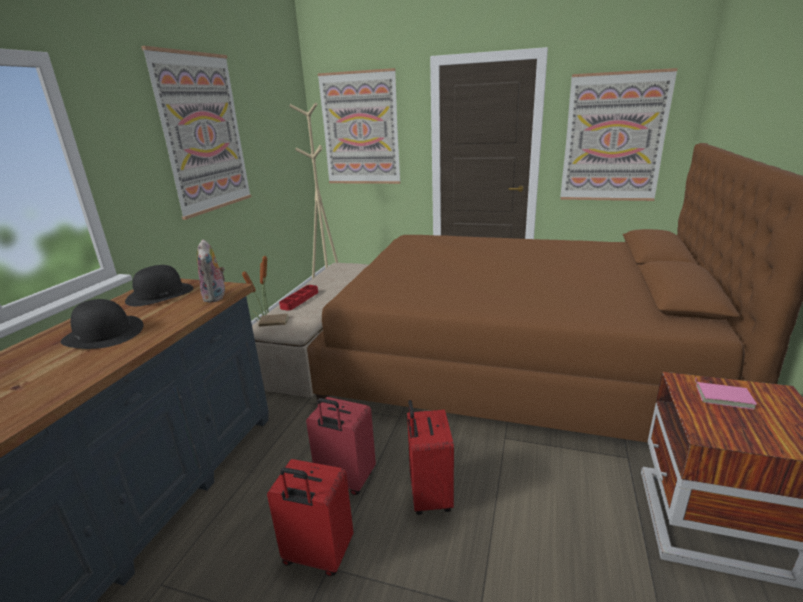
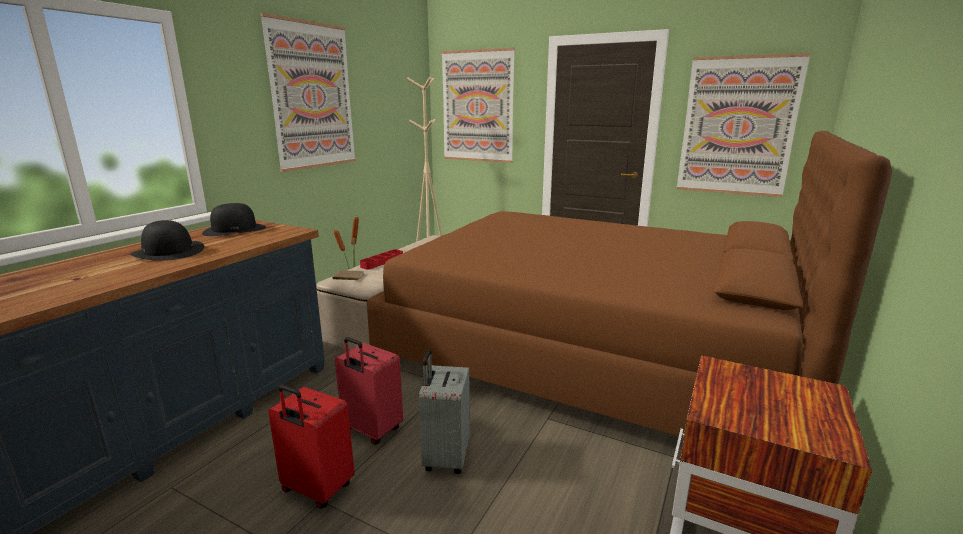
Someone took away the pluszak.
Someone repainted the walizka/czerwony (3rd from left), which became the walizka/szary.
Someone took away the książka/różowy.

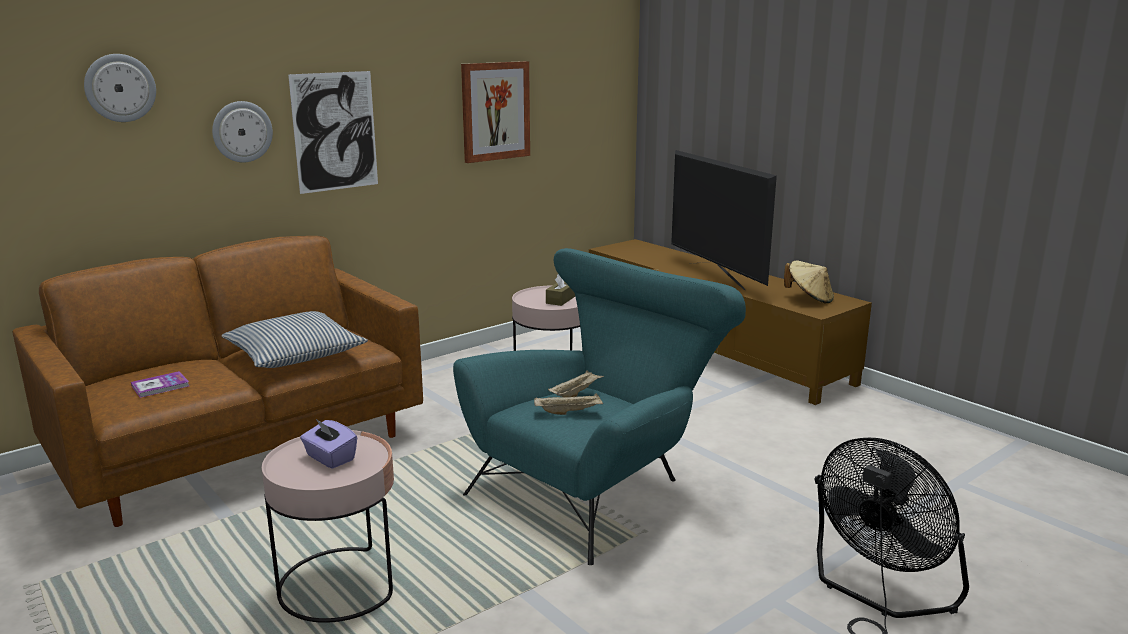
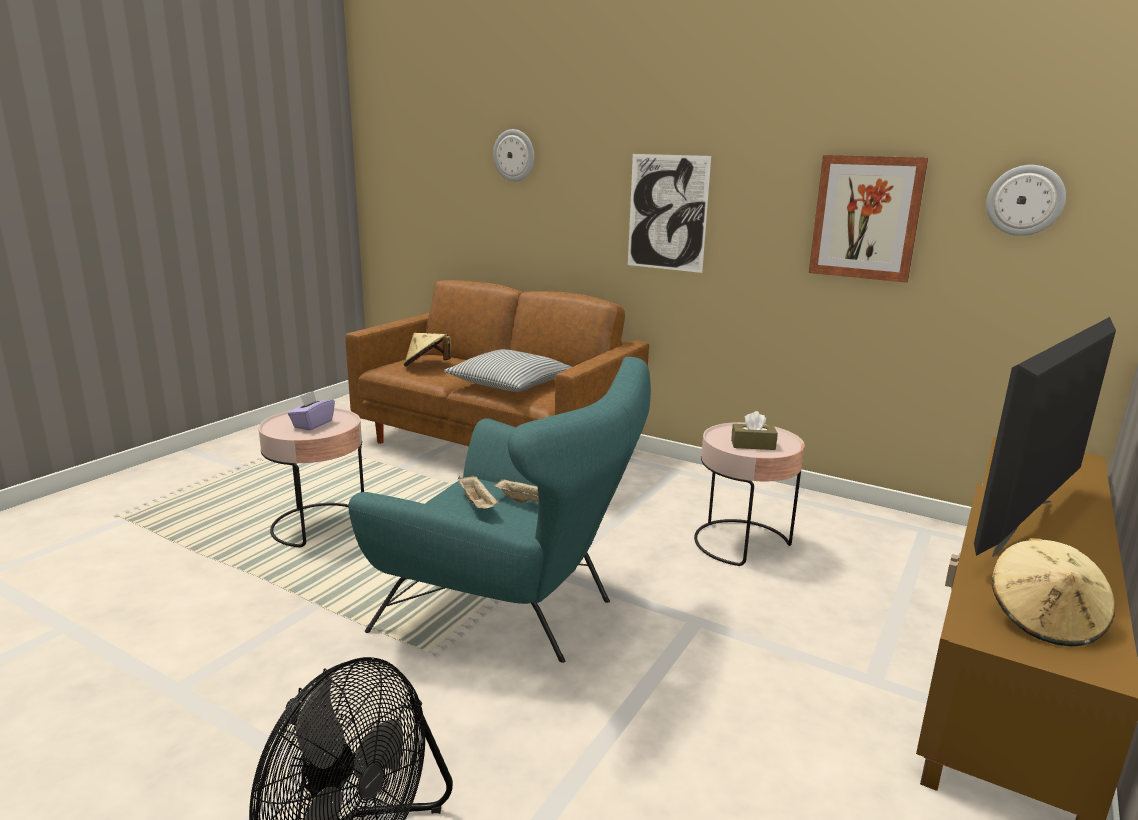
Someone swapped the książka for the kapelusz/beżowy (1st from left).
Someone carried the zegar ścienny (2nd from left).

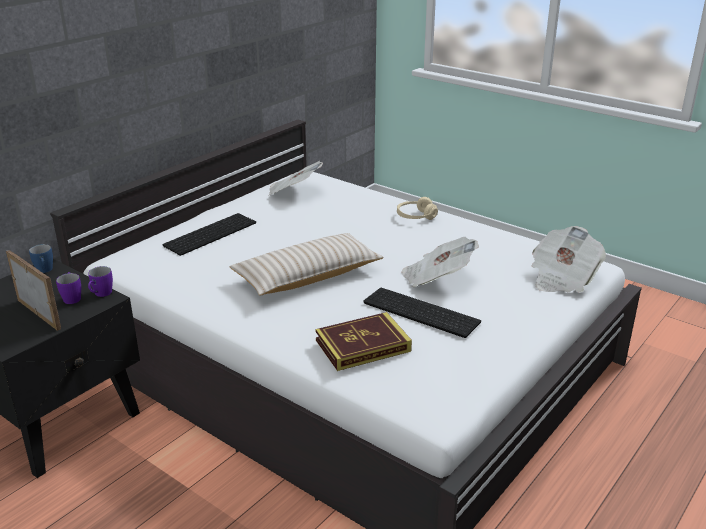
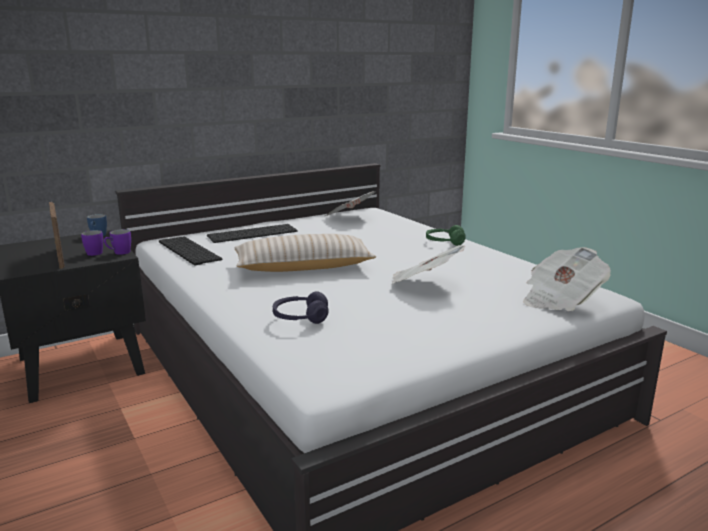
Someone swapped the książka for the słuchawki/fioletowy.
Someone carried the klawiatura (2nd from left in the first image).
Someone repainted the słuchawki/beżowy, which became the słuchawki/zielony.

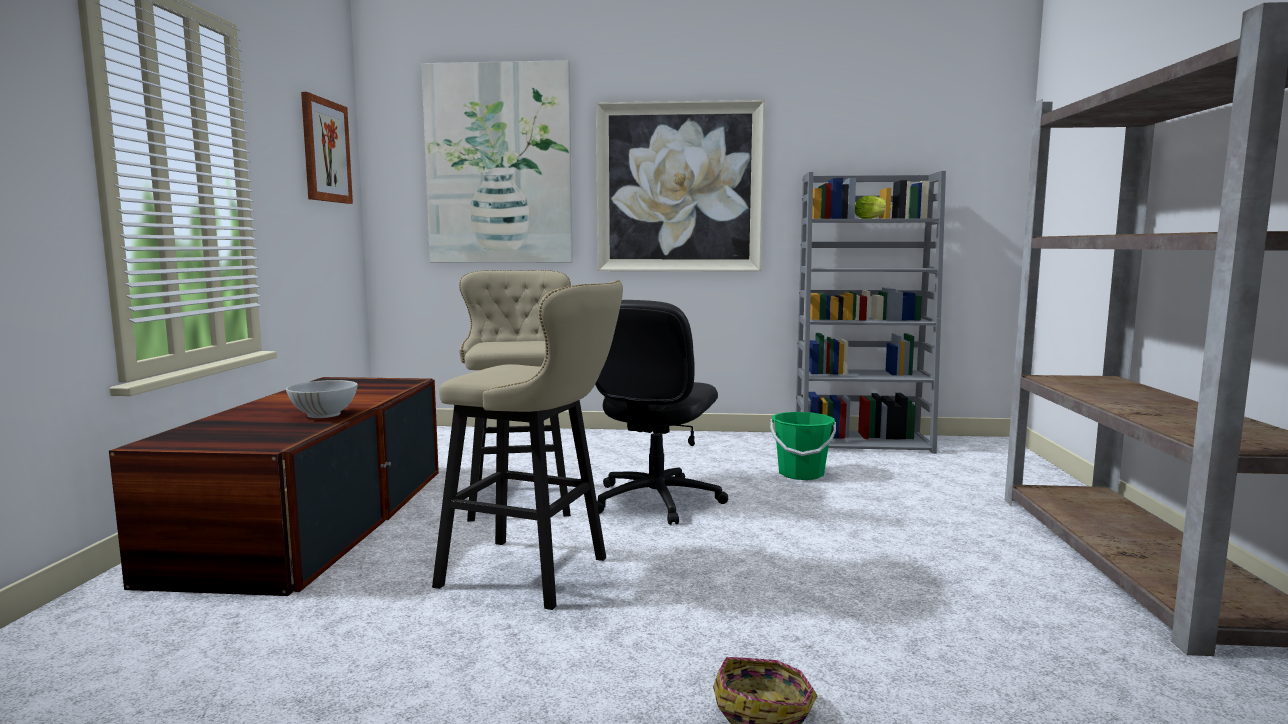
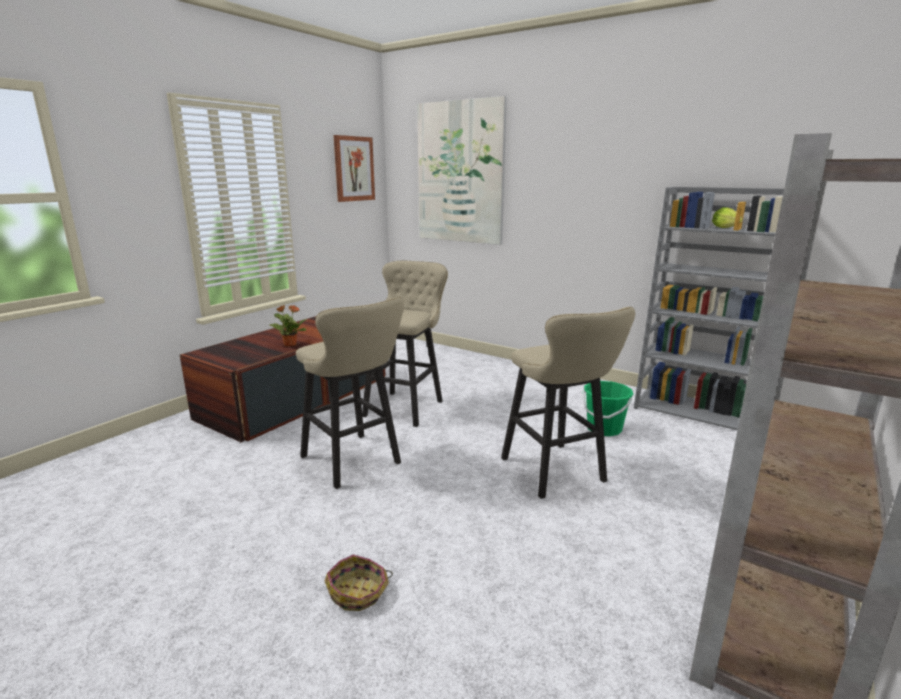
Someone swapped the miska/biały for the roślina doniczkowa.
Someone took away the krzesło biurowe/czarny.
Someone took away the obraz (3rd from left).
Someone put down the stołek/beżowy (3rd from left).

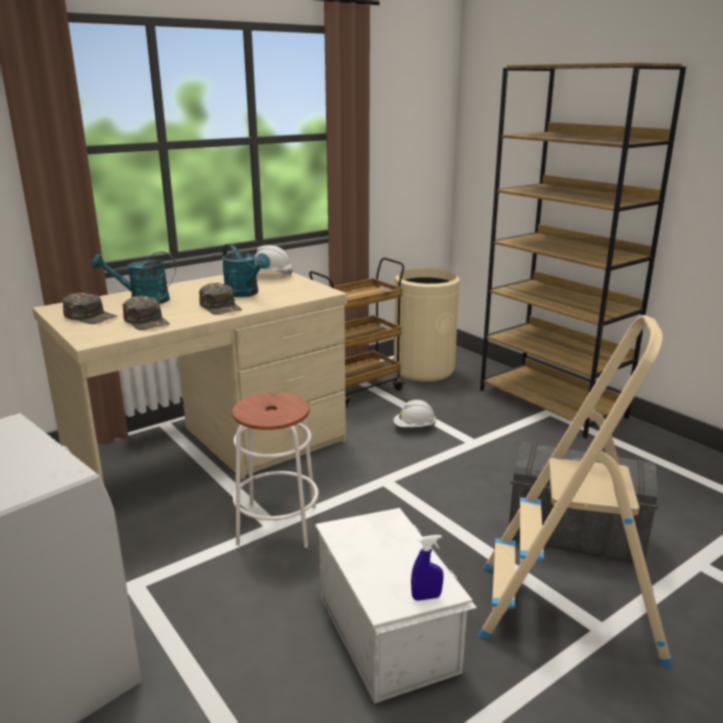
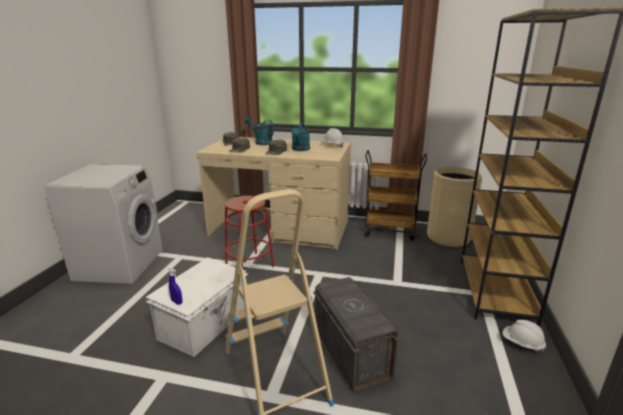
Someone repainted the stołek/biały, which became the stołek/czerwony.
Someone carried the kask/biały (2nd from left).

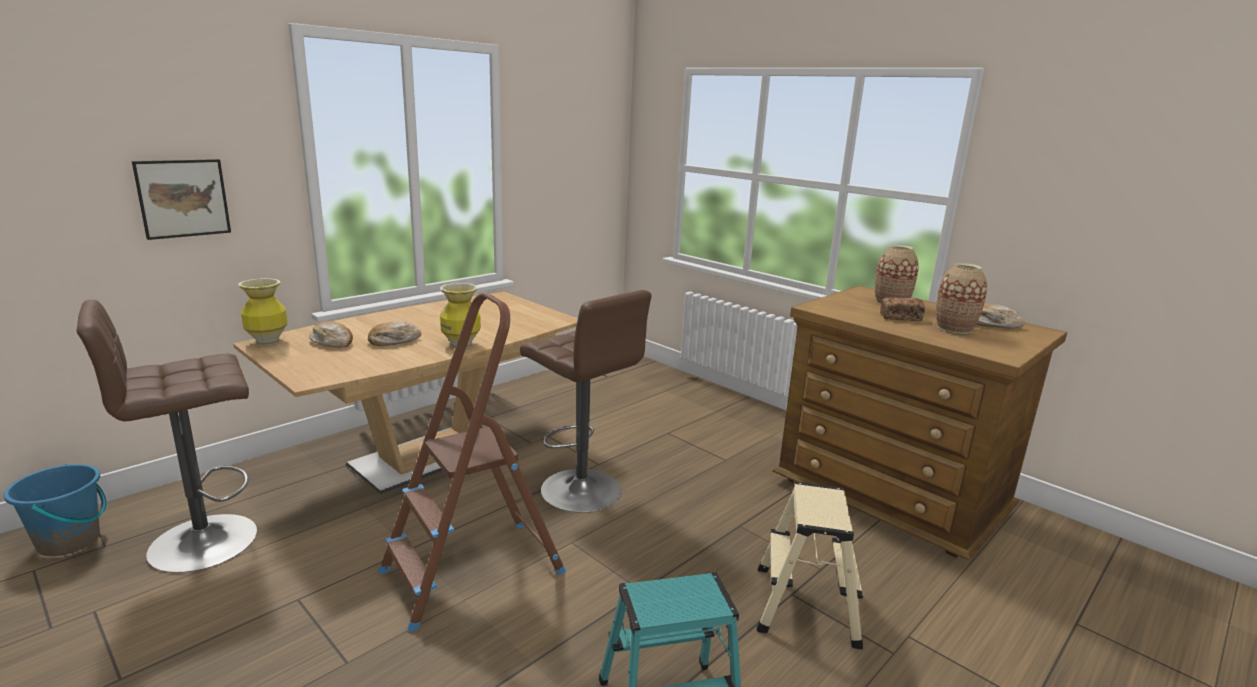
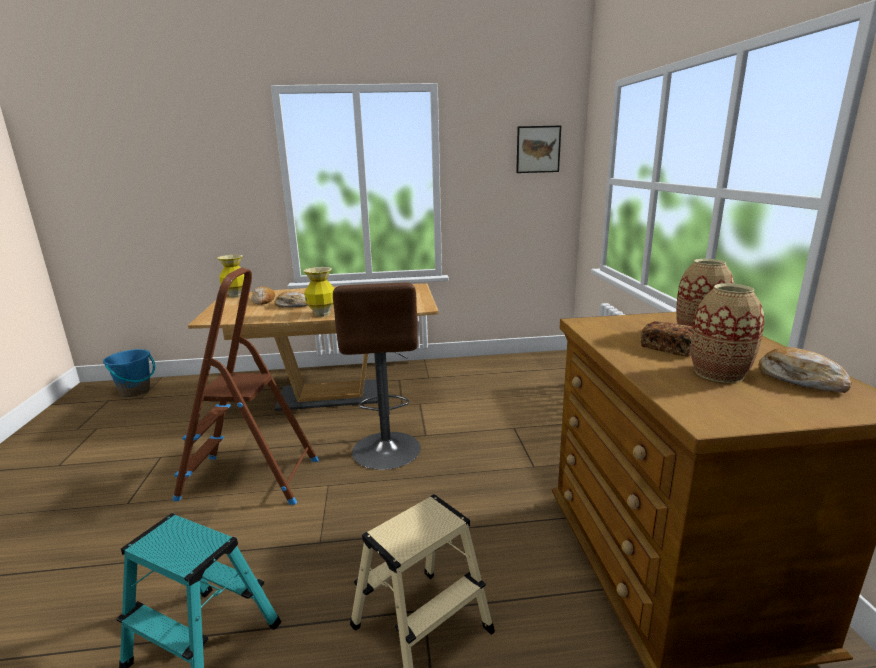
Someone took away the stołek/brązowy (1st from left).
Someone carried the obraz.

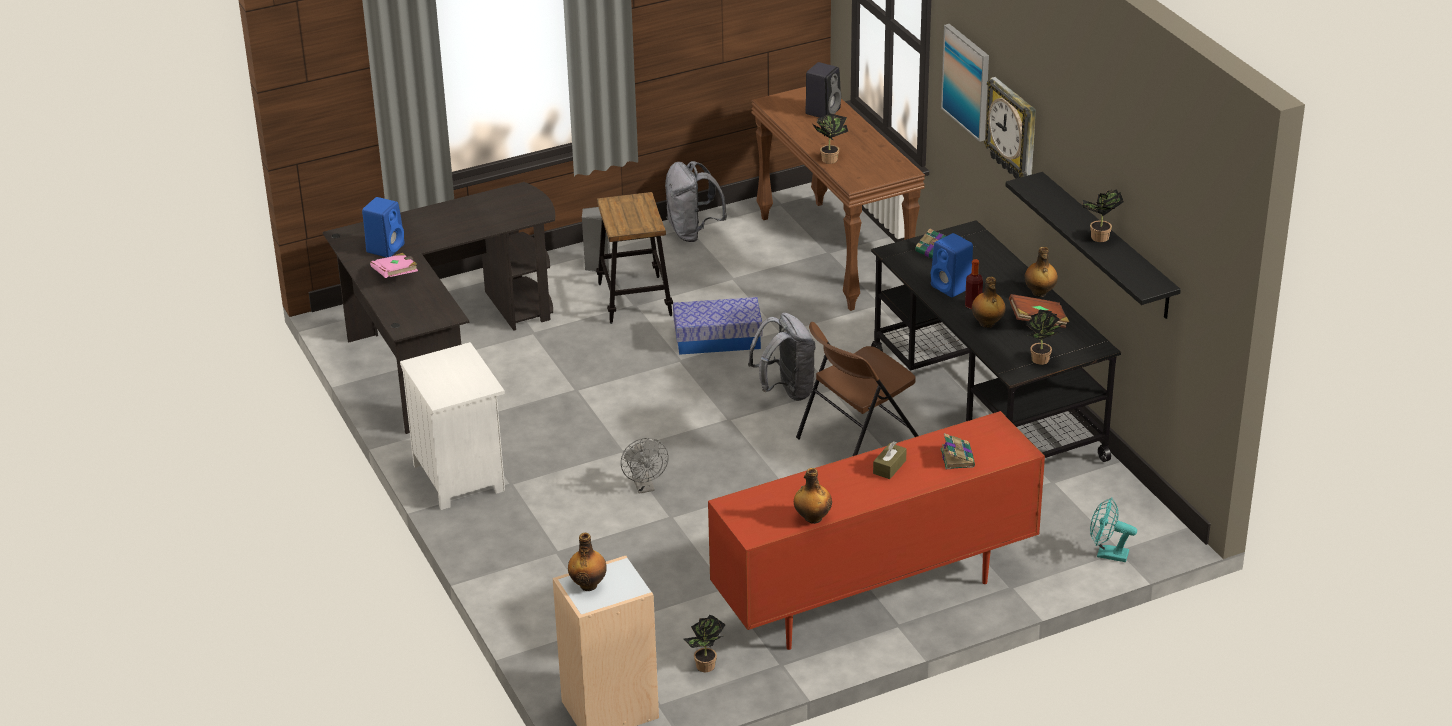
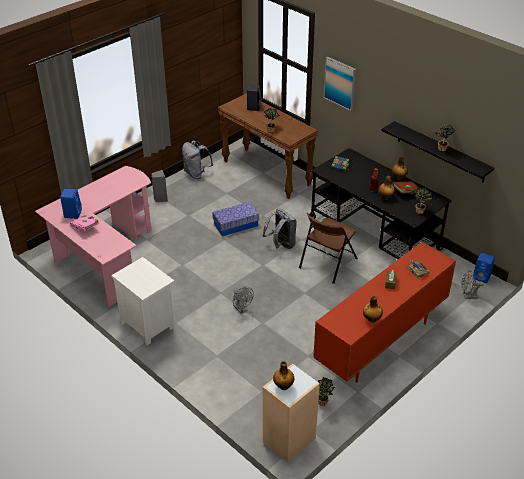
Someone repainted the biurko/czarny (1st from left), which became the biurko/różowy.
Someone took away the stołek.
Someone carried the głośnik/niebieski (2nd from left).
Someone took away the zegar ścienny.
Someone repainted the wentylator/turkusowy, which became the wentylator/szary (2nd from left).

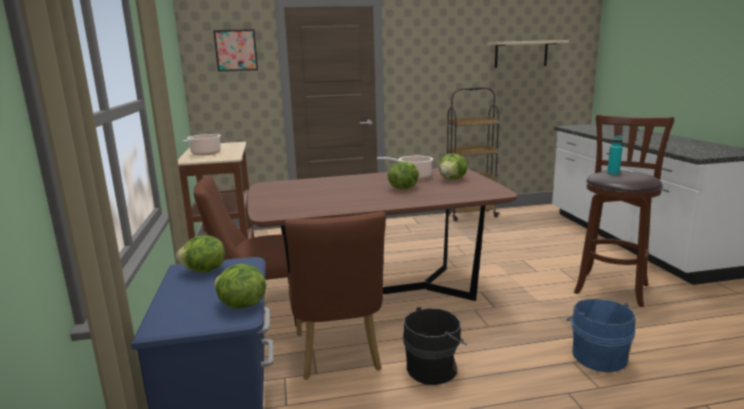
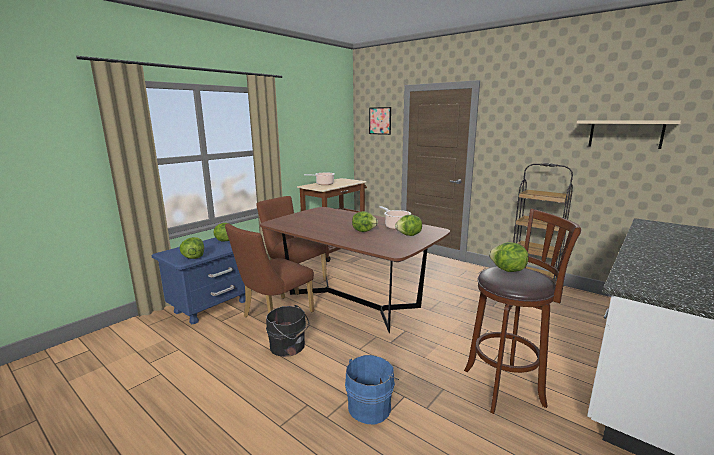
Someone swapped the butelka/turkusowy for the sałata (5th from left).

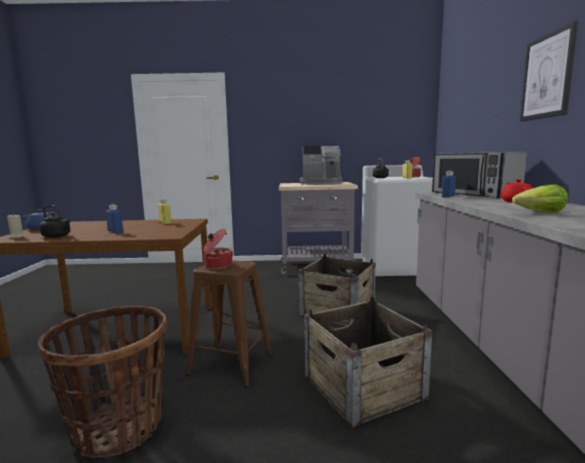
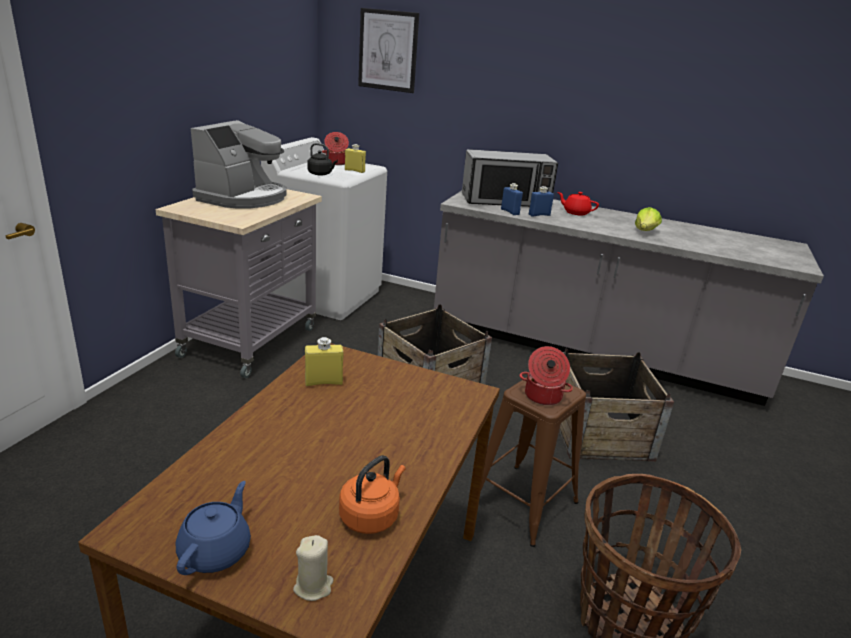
Someone repainted the czajnik/czarny (1st from left), which became the czajnik/pomarańczowy.
Someone carried the butelka/niebieski (1st from left in the first image).
Someone carried the obraz.

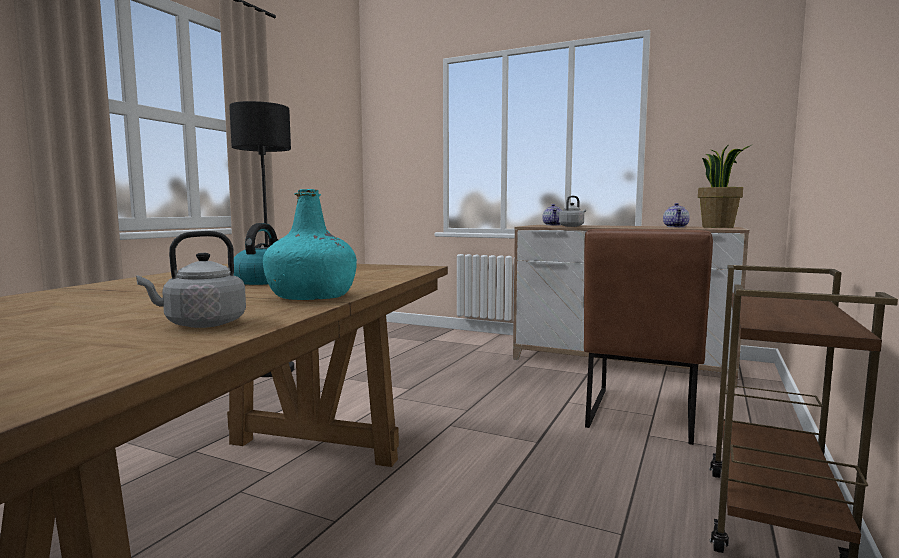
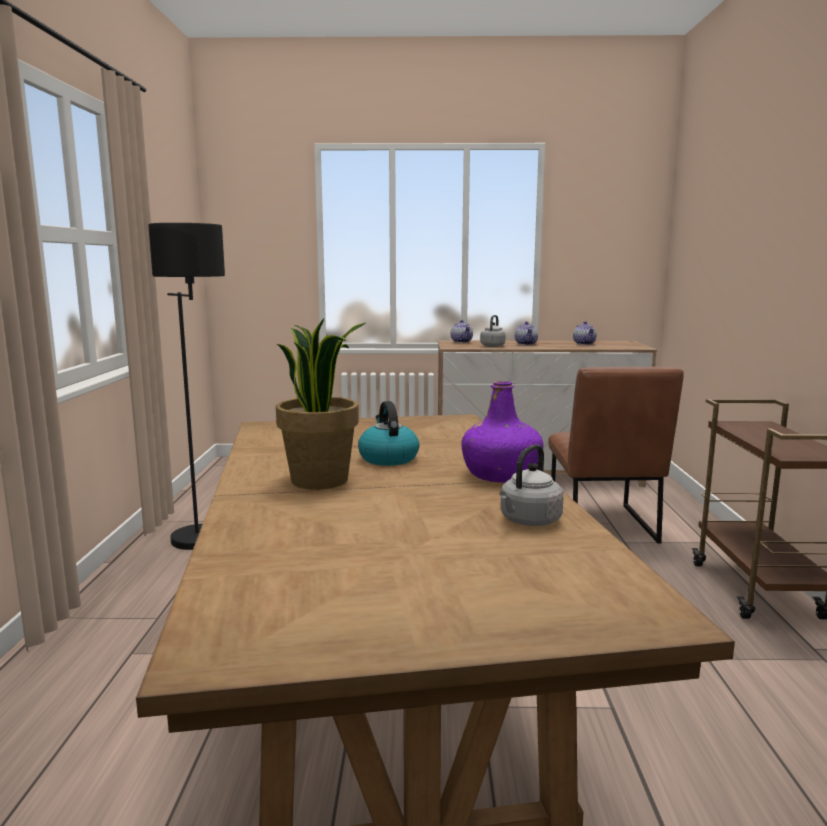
Someone repainted the butelka/turkusowy, which became the butelka/fioletowy.
Someone carried the roślina doniczkowa.
Someone put down the imbryk (2nd from left).

